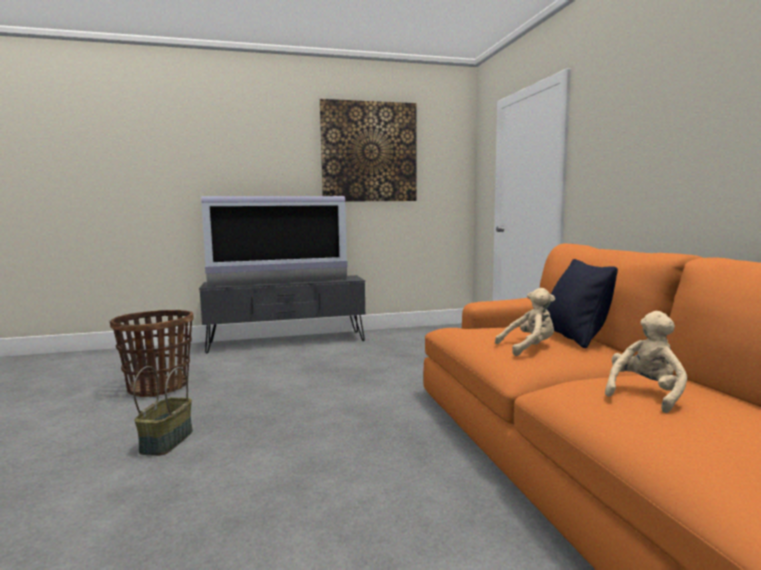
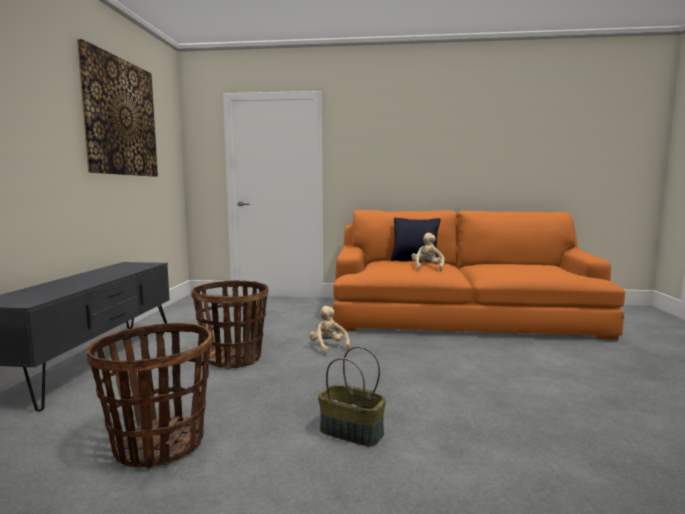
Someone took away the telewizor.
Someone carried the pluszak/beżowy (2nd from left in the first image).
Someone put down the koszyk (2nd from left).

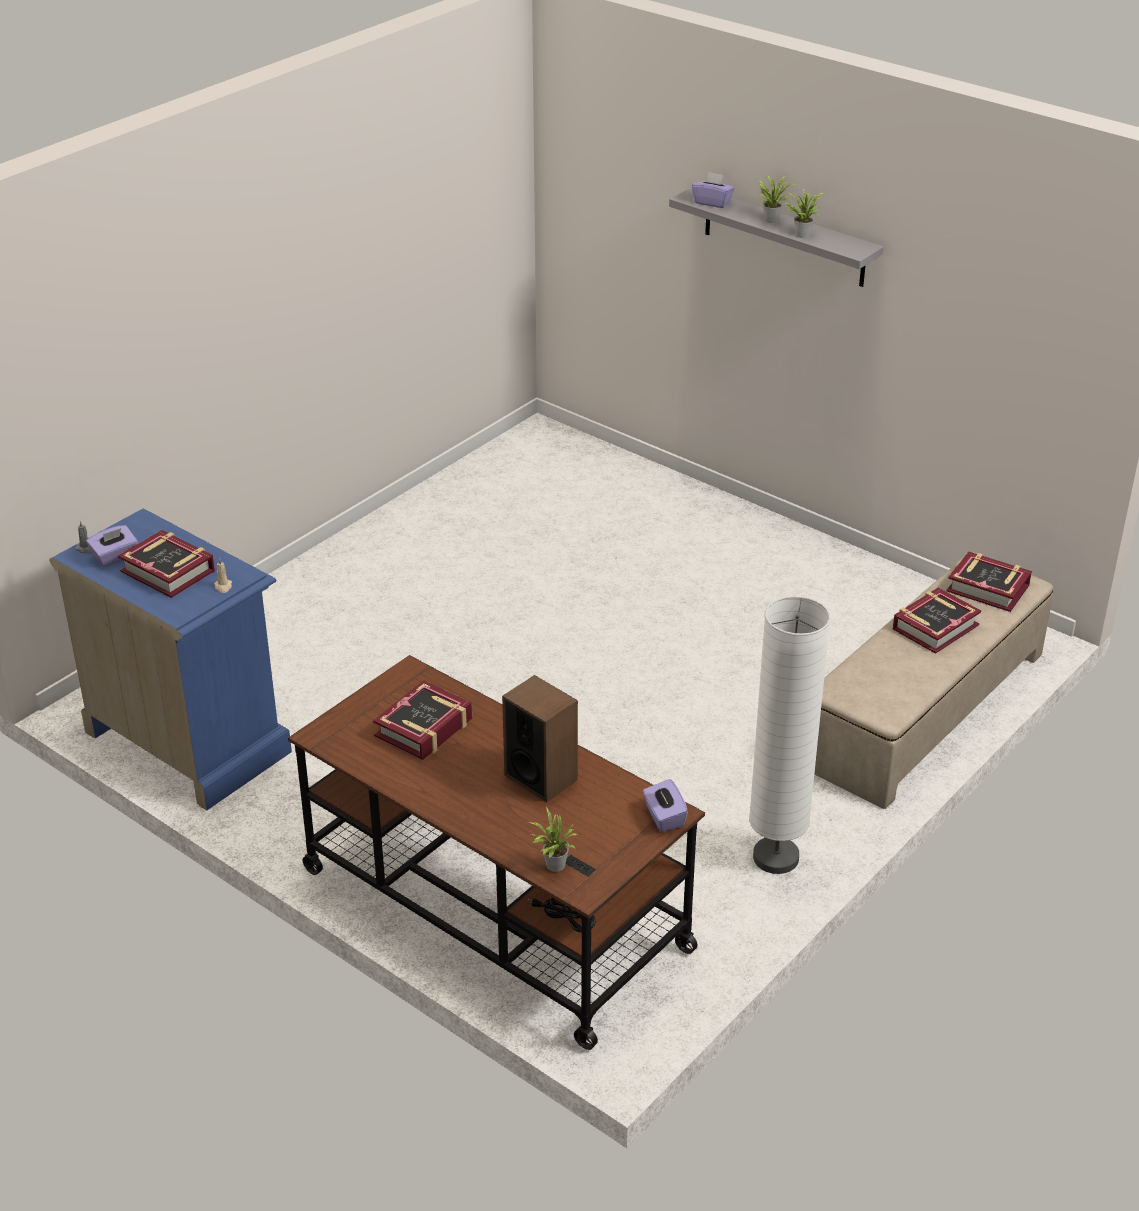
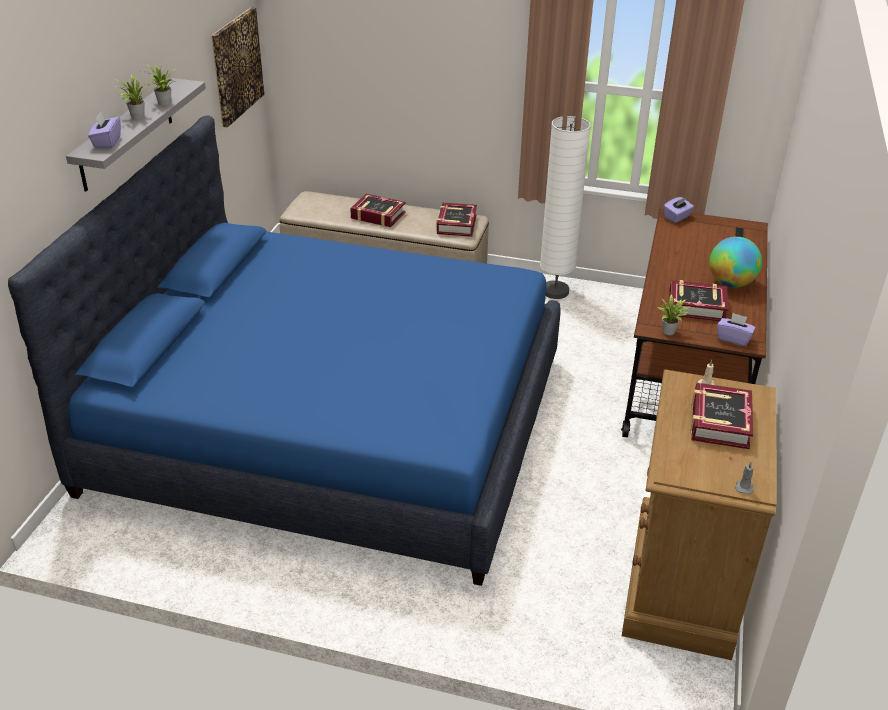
Someone repainted the komoda/niebieski, which became the komoda/brązowy.
Someone carried the pudełko chusteczek/fioletowy (1st from left in the first image).
Someone took away the głośnik.
Someone carried the roślina doniczkowa (1st from left in the first image).
Someone carried the książka (4th from left in the first image).
Someone put down the łóżko/niebieski.
Someone put up the obraz.
Someone put down the globus.

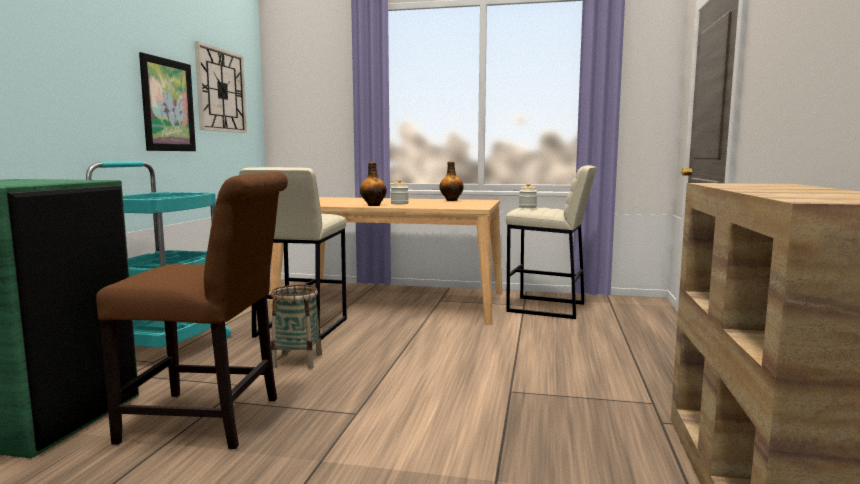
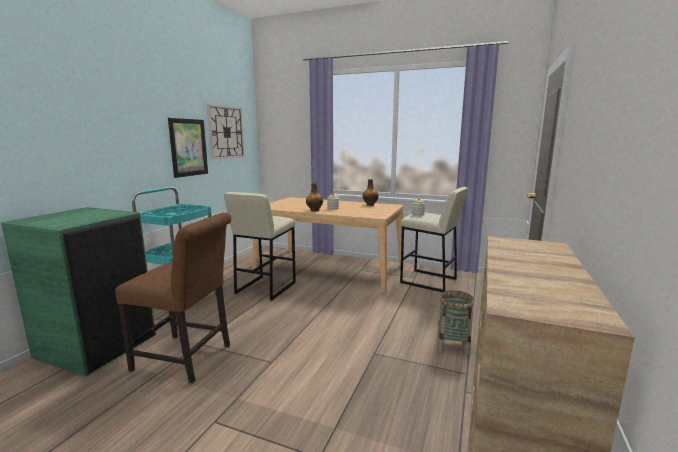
Someone carried the koszyk.

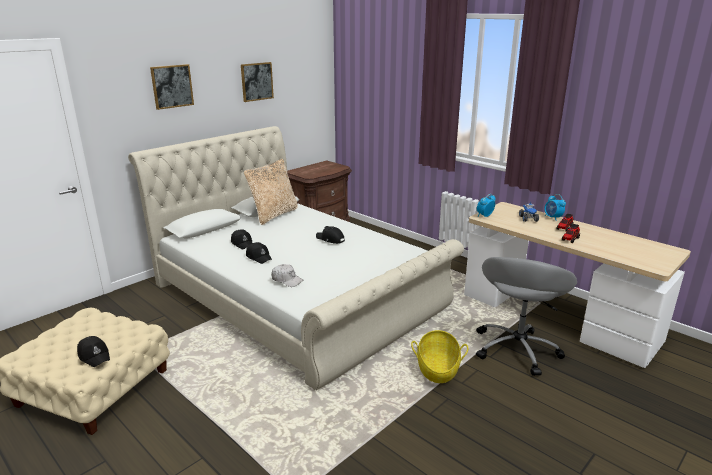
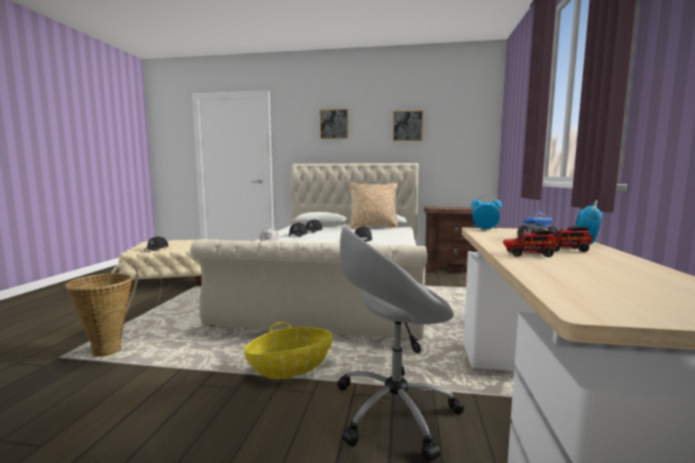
Someone put down the koszyk (1st from left).

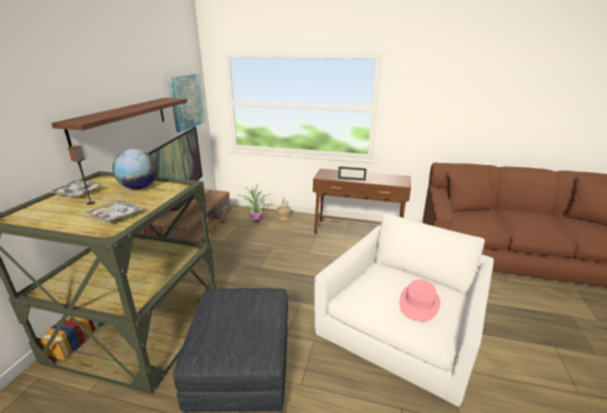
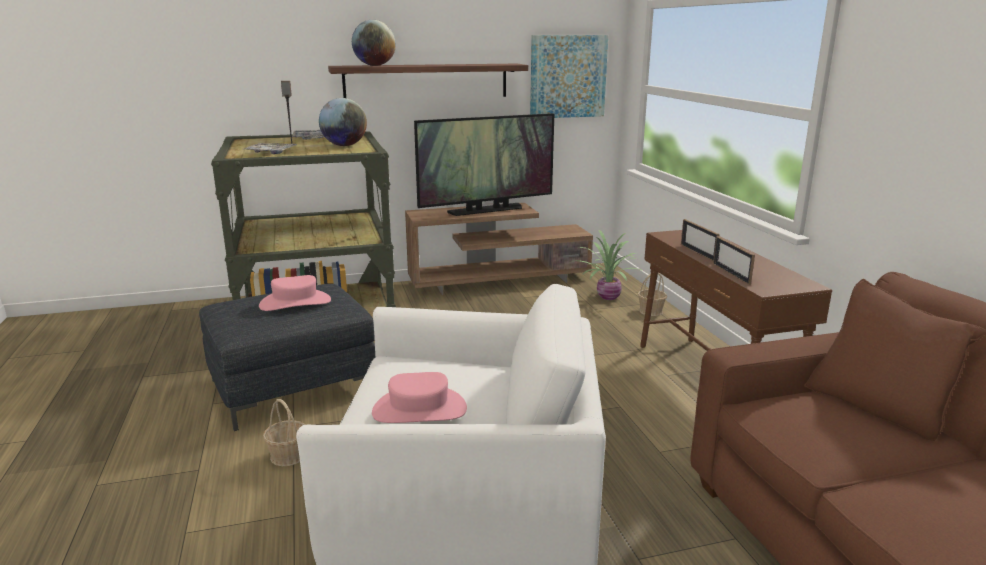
Someone put down the kapelusz/różowy (1st from left).
Someone put down the koszyk (1st from left).
Someone put down the globus (2nd from left).
Someone put down the ramka na zdjęcie (2nd from left).

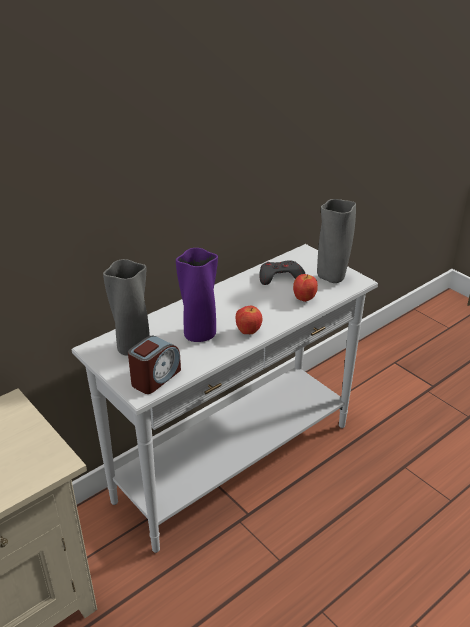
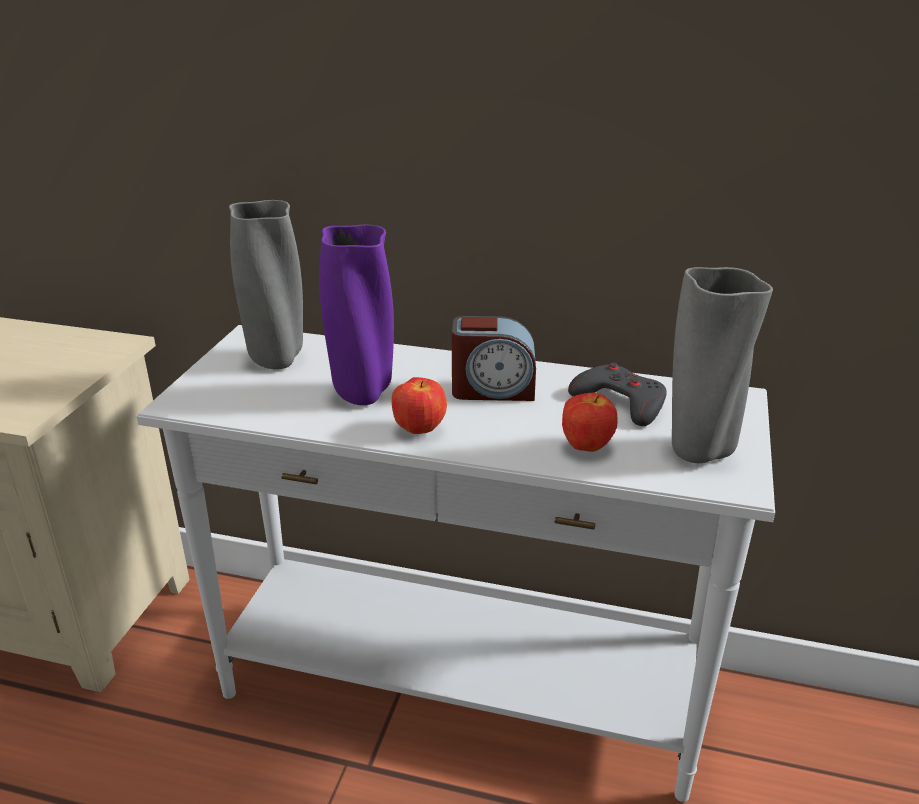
Someone carried the budzik.

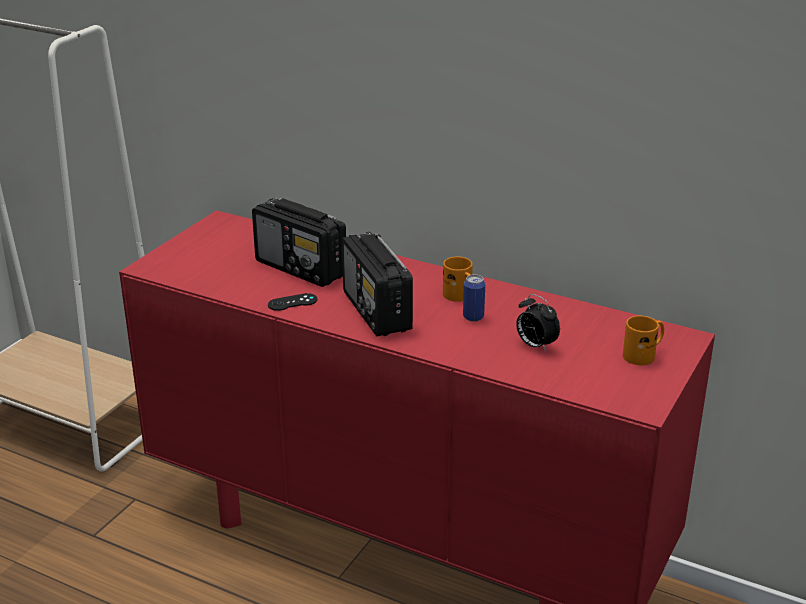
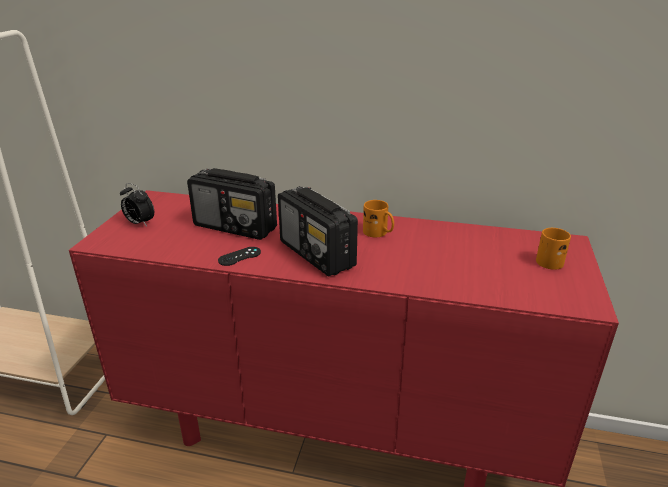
Someone took away the puszka.
Someone carried the budzik.

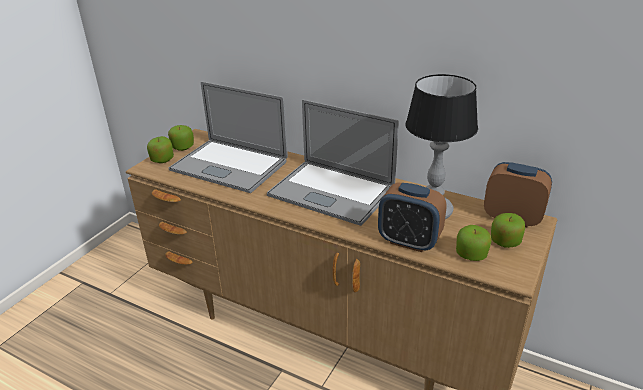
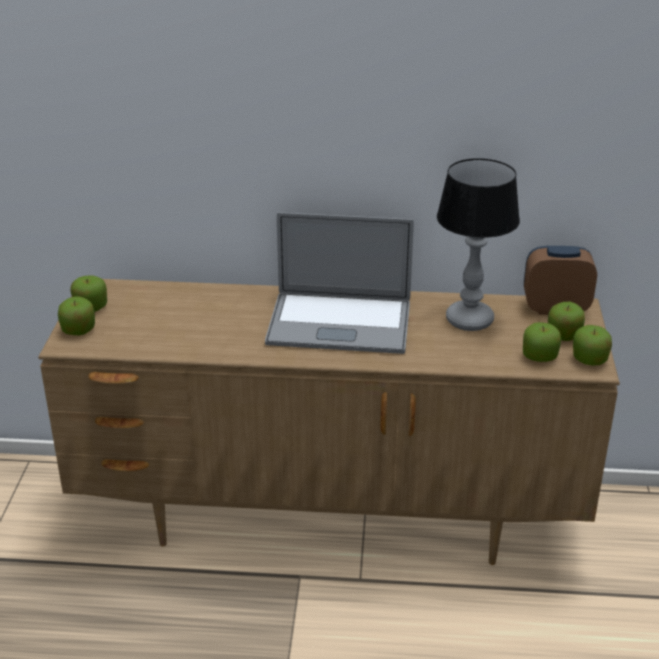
Someone took away the laptop (1st from left).
Someone took away the budzik (1st from left).
Someone put down the jabłko (5th from left).

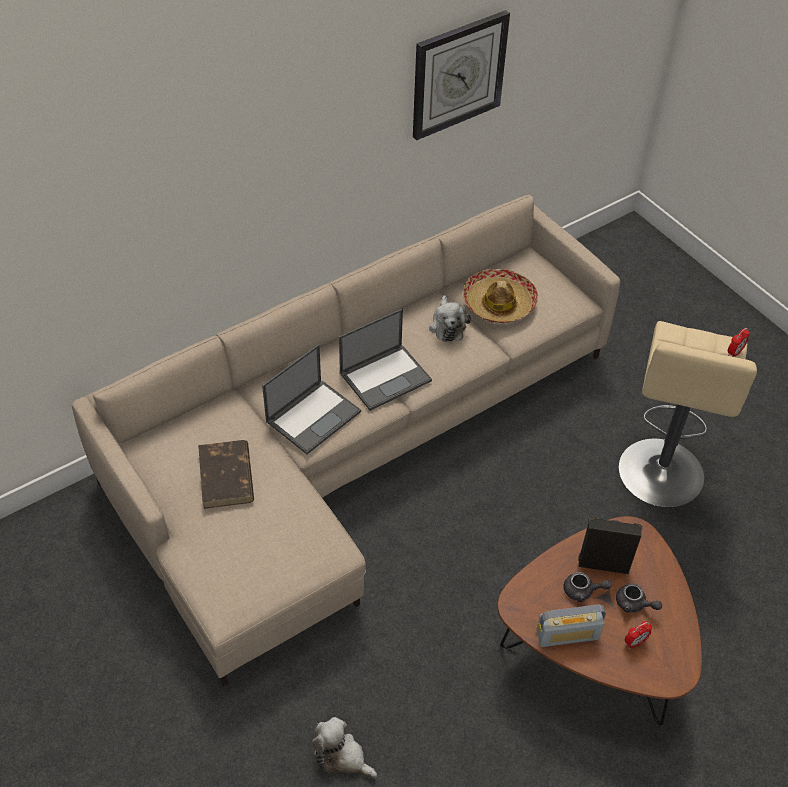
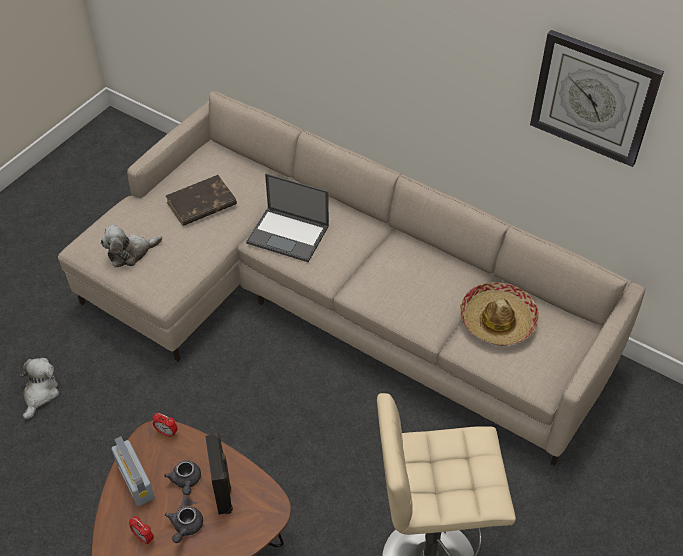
Someone took away the laptop (2nd from left).
Someone carried the pluszak (2nd from left).
Someone carried the budzik (2nd from left).

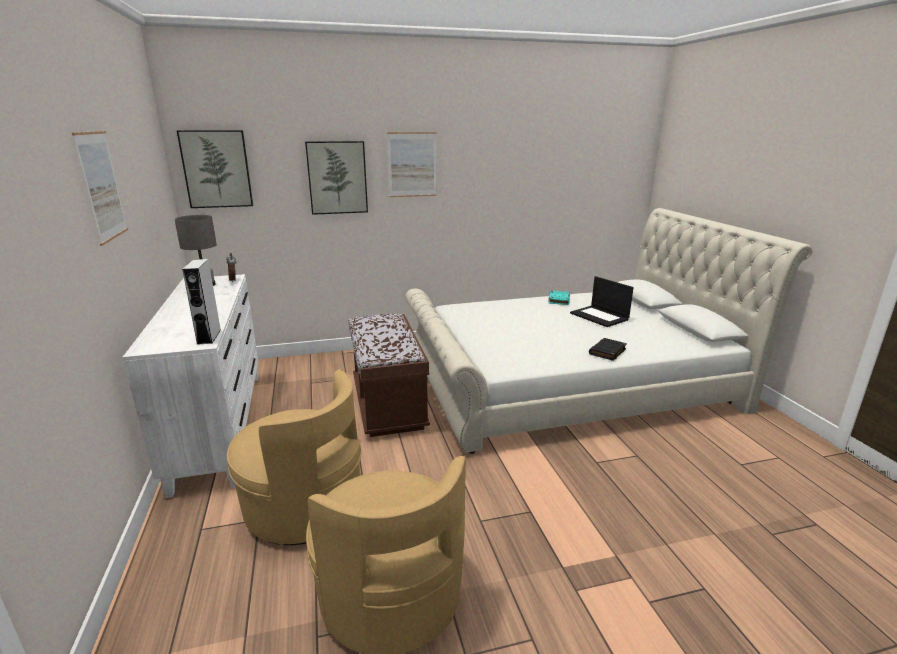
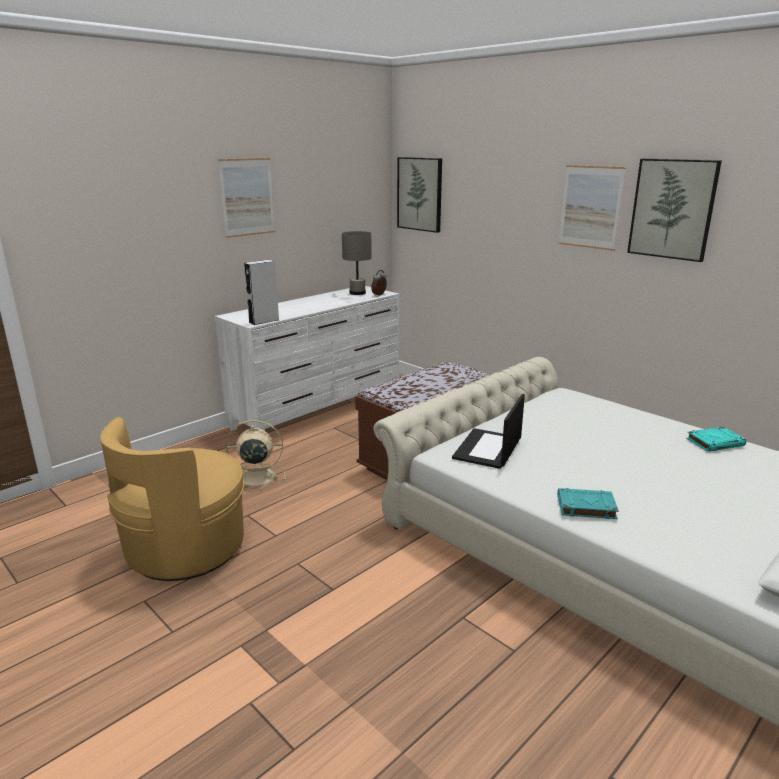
Someone swapped the fotel/beżowy (1st from left) for the wentylator/beżowy.
Someone carried the obraz (3rd from left in the first image).
Someone carried the laptop.
Someone repainted the książka/czarny, which became the książka/turkusowy (1st from left).

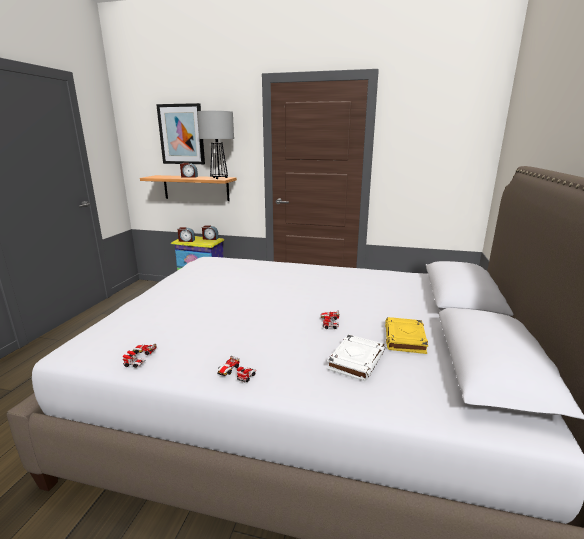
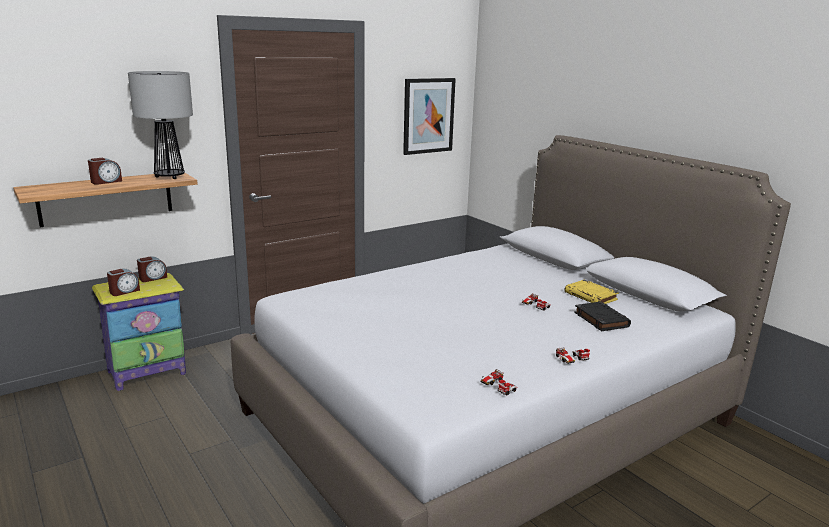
Someone carried the obraz.
Someone repainted the książka/biały, which became the książka/czarny.

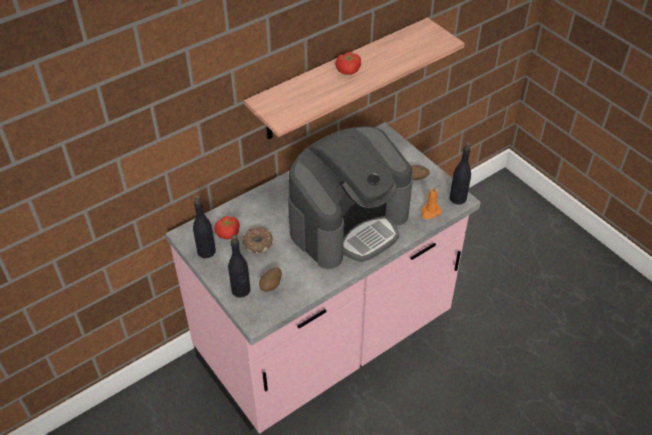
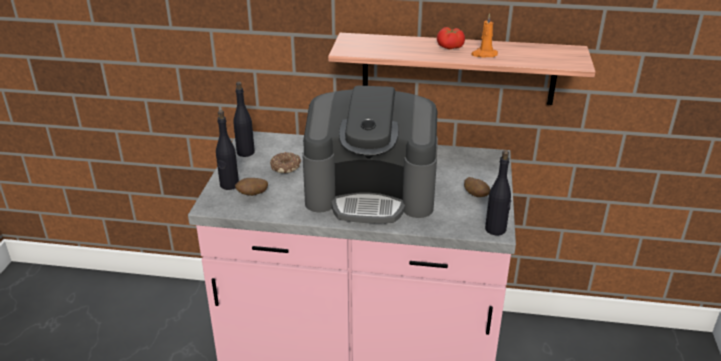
Someone took away the pomidor (1st from left).
Someone carried the świeca/pomarańczowy.

